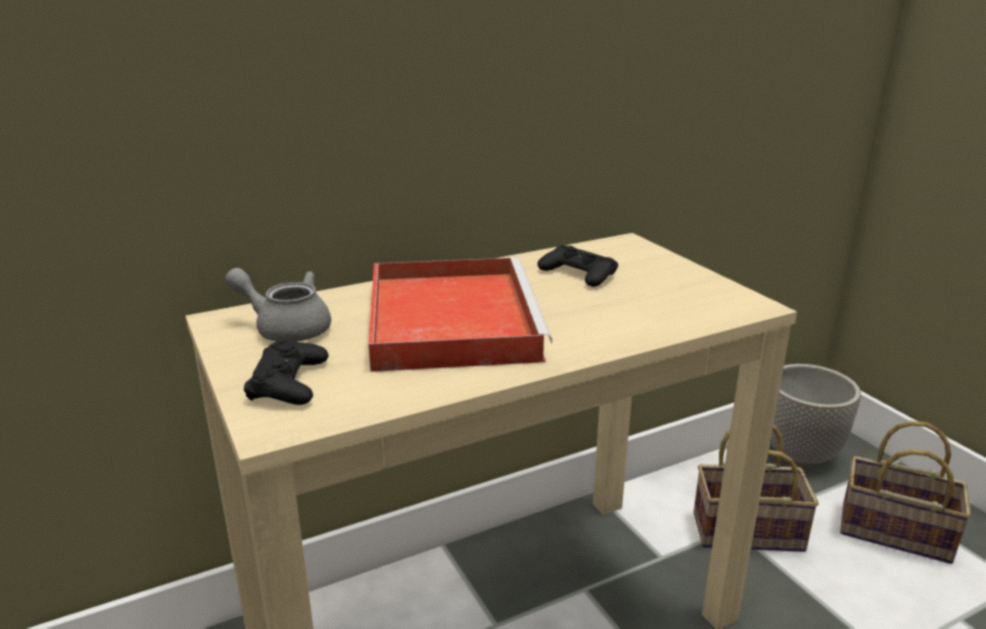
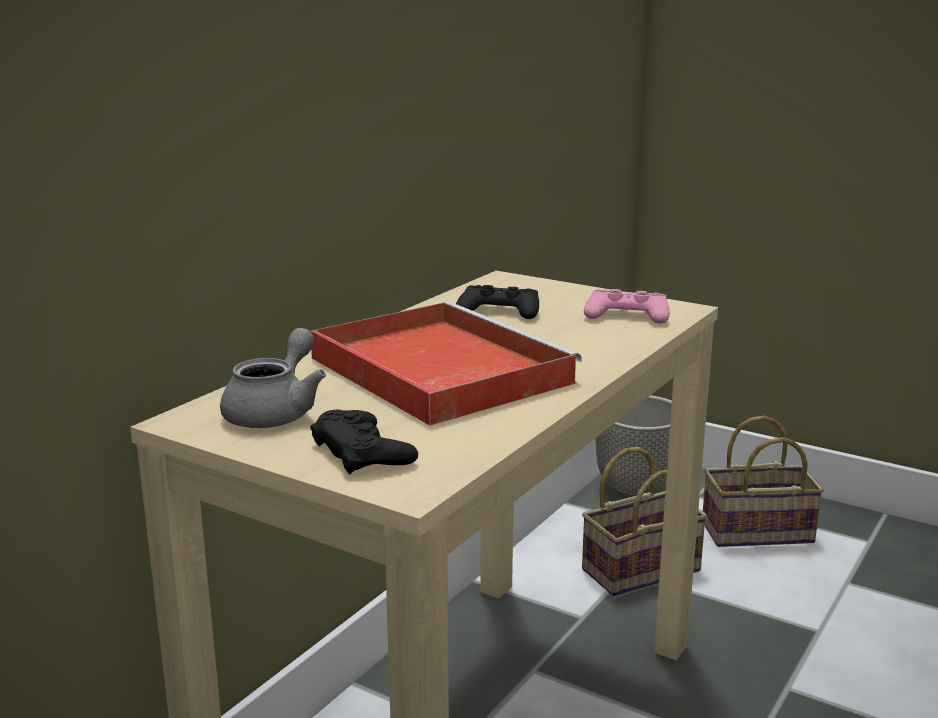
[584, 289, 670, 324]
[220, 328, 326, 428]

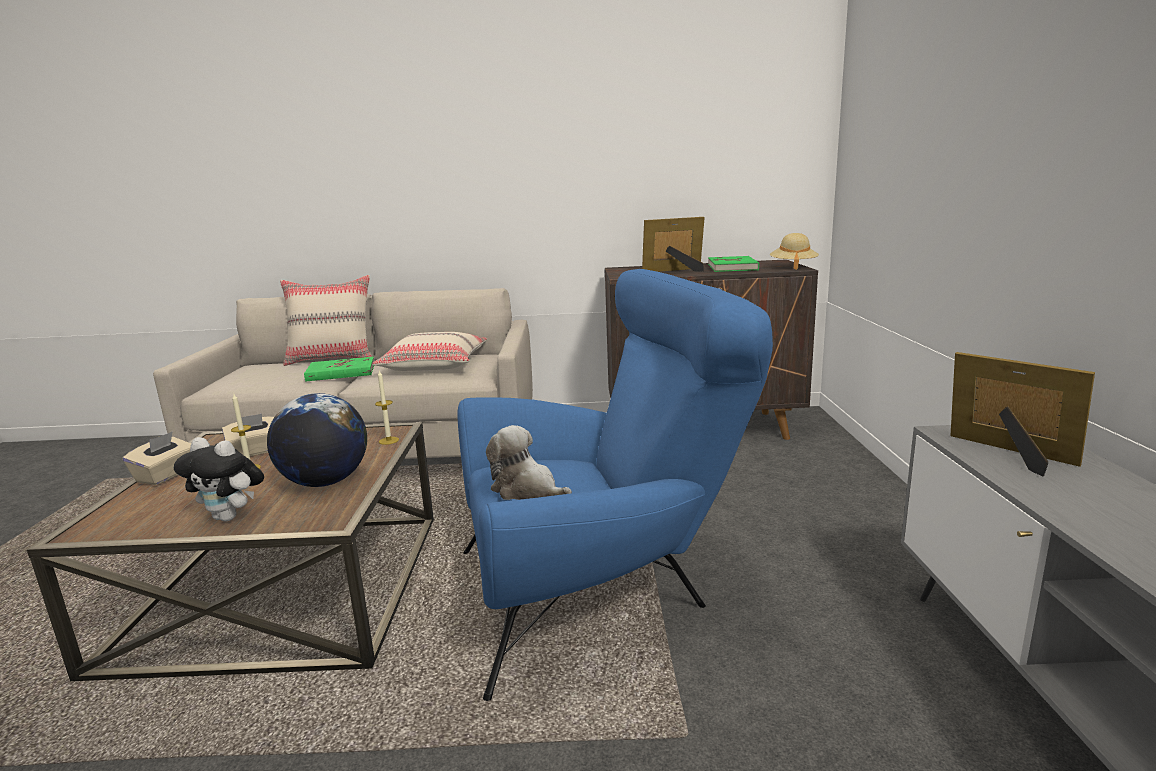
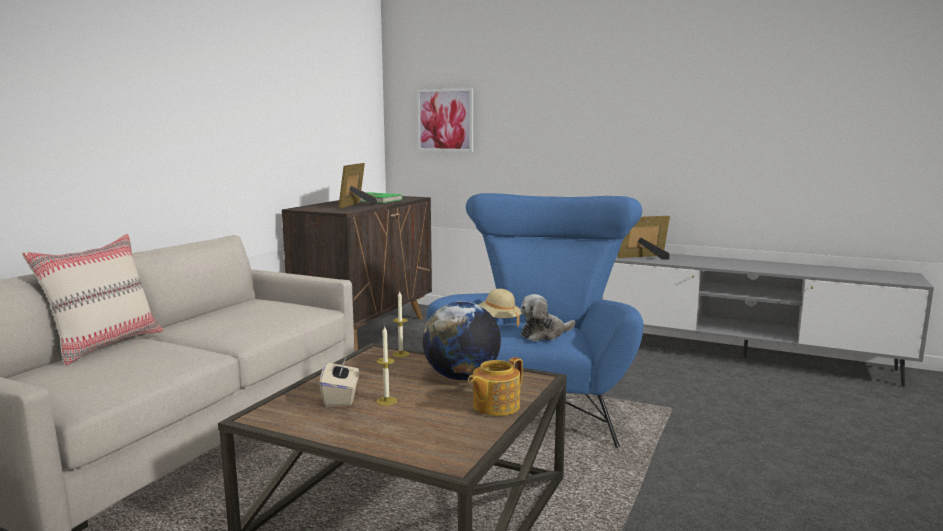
[123, 431, 191, 485] (first image)
[304, 357, 374, 382] (first image)
[372, 332, 487, 371] (first image)
[417, 88, 473, 152]
[478, 289, 522, 326]
[468, 357, 523, 416]

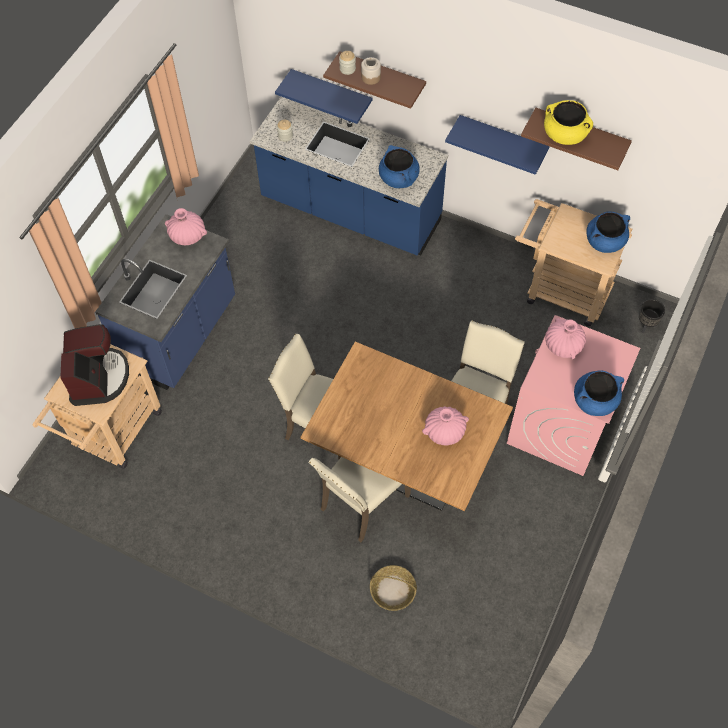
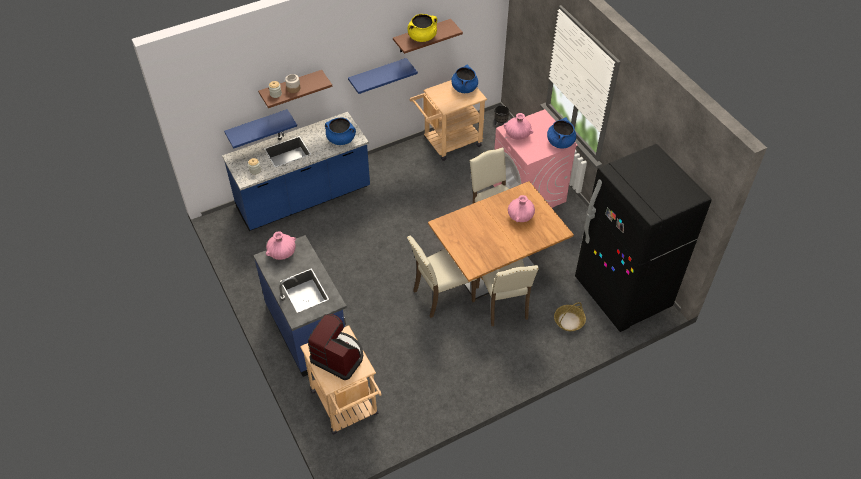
[575, 144, 711, 332]

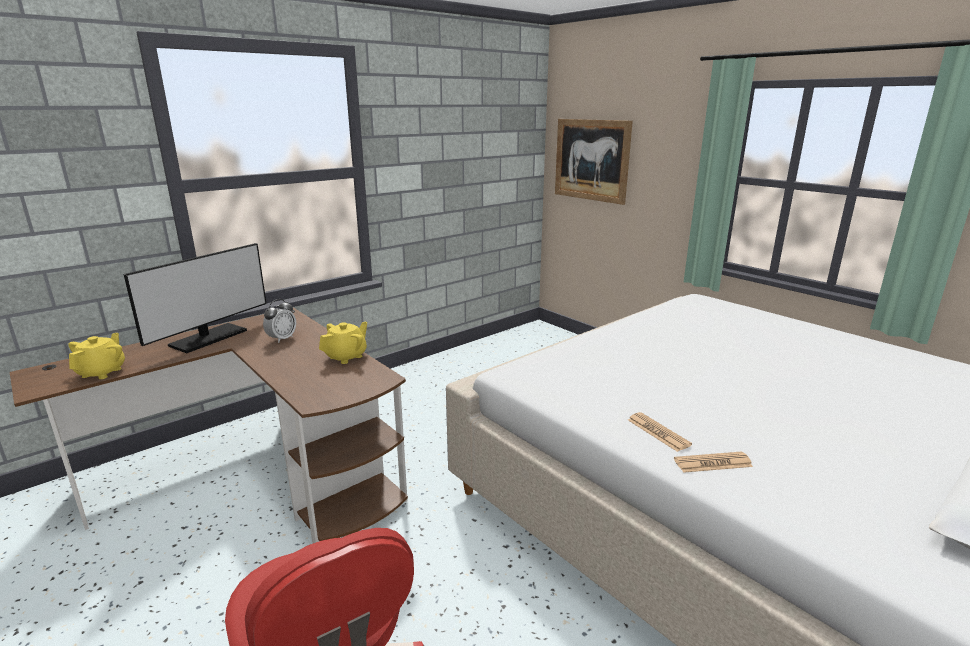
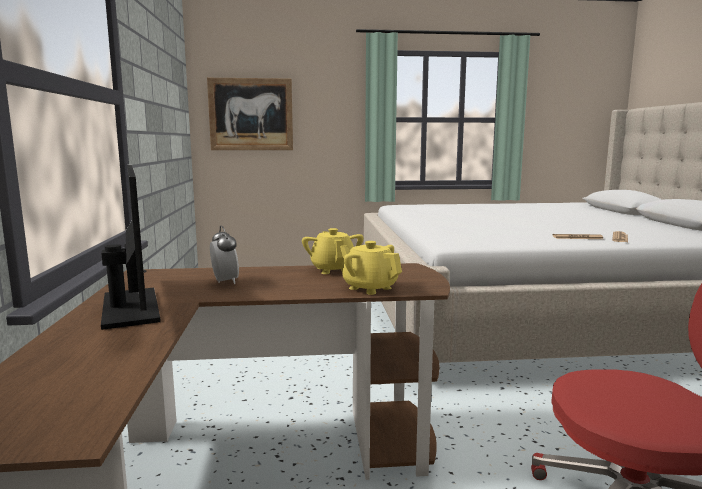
[340, 241, 402, 295]

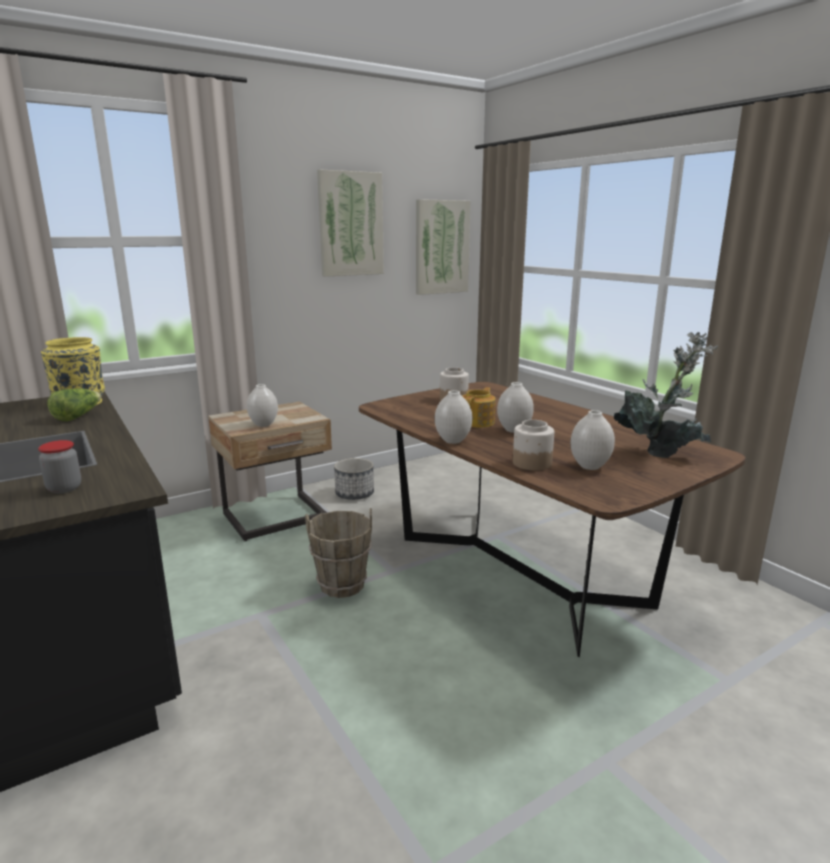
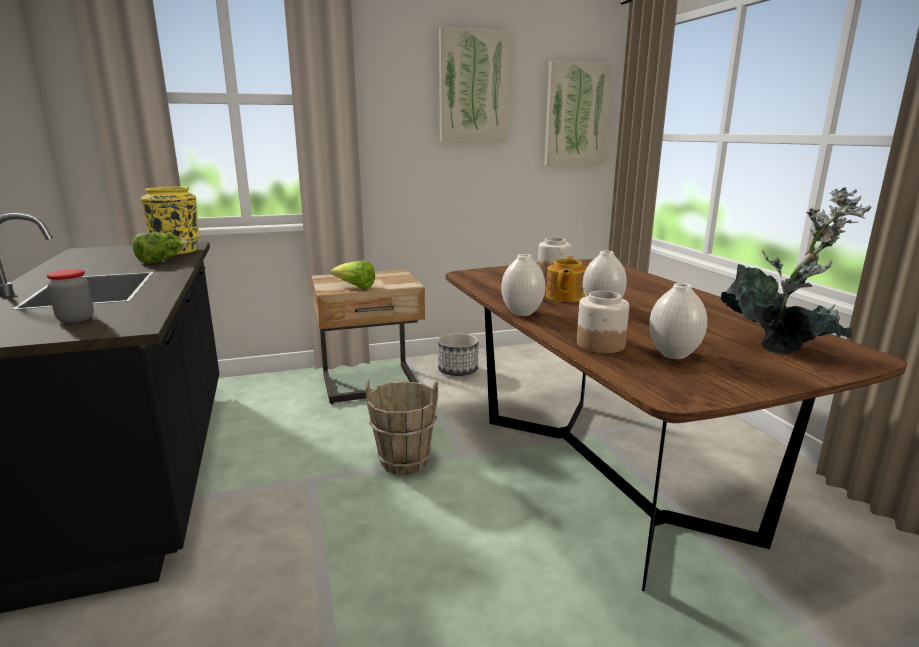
[331, 260, 375, 289]
[546, 256, 587, 302]

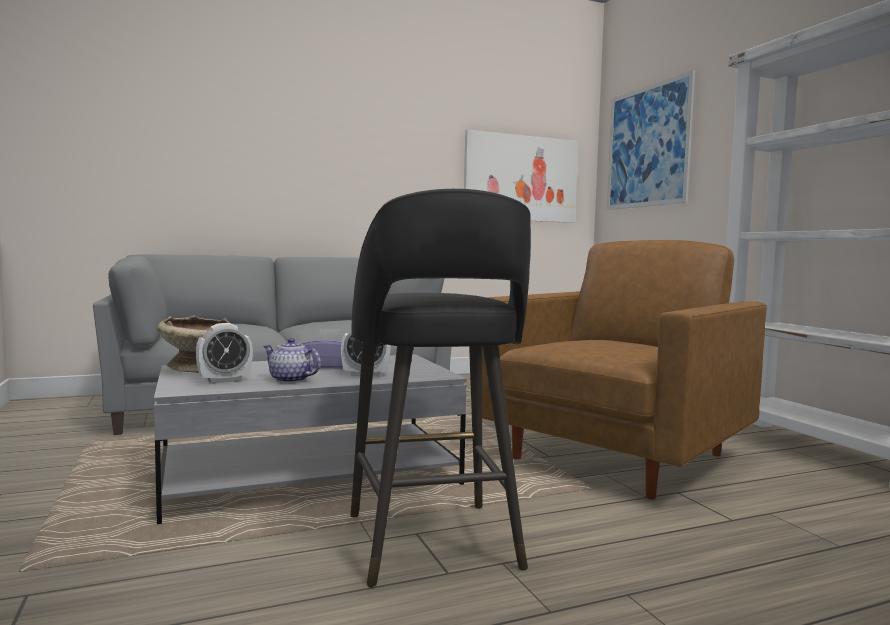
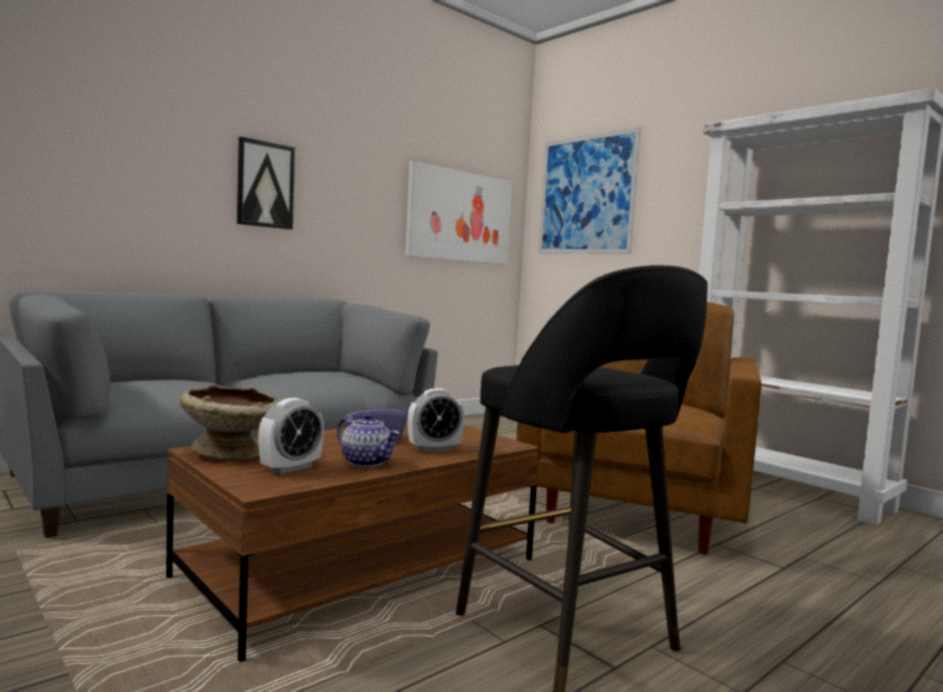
[237, 137, 295, 230]
[166, 420, 540, 662]
[337, 413, 400, 467]

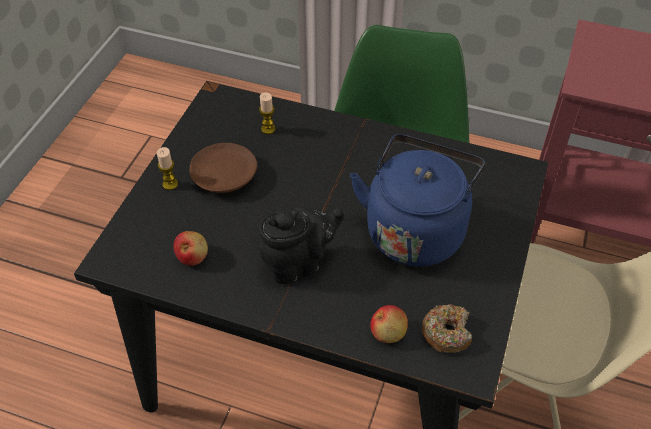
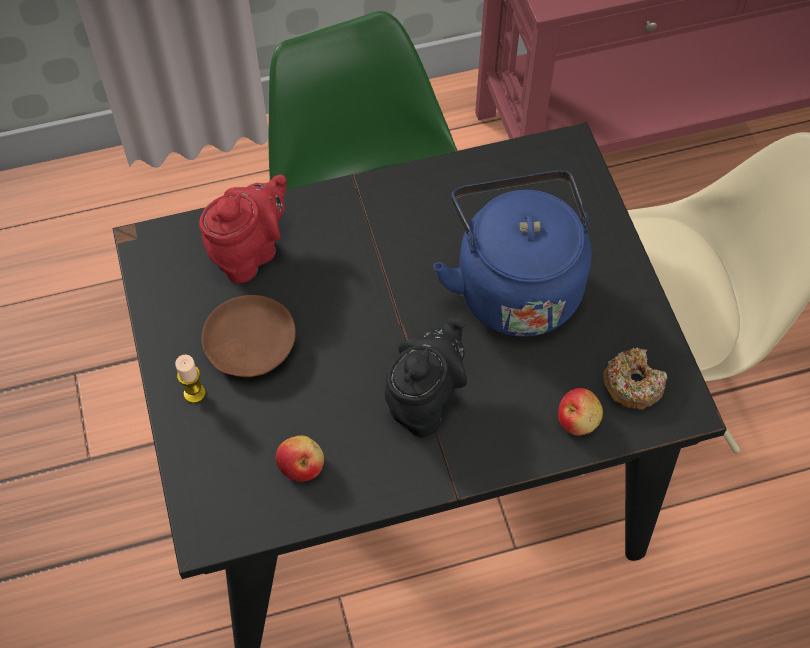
[199, 175, 287, 284]

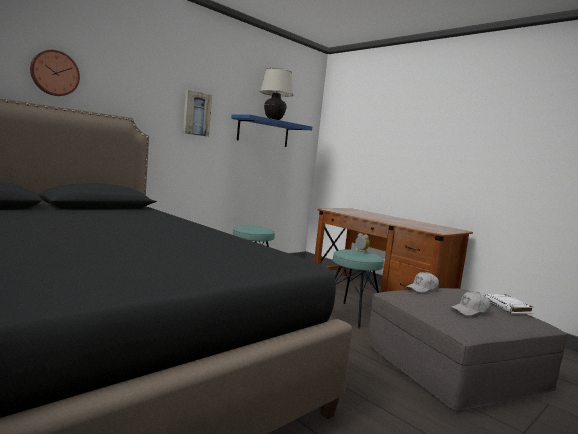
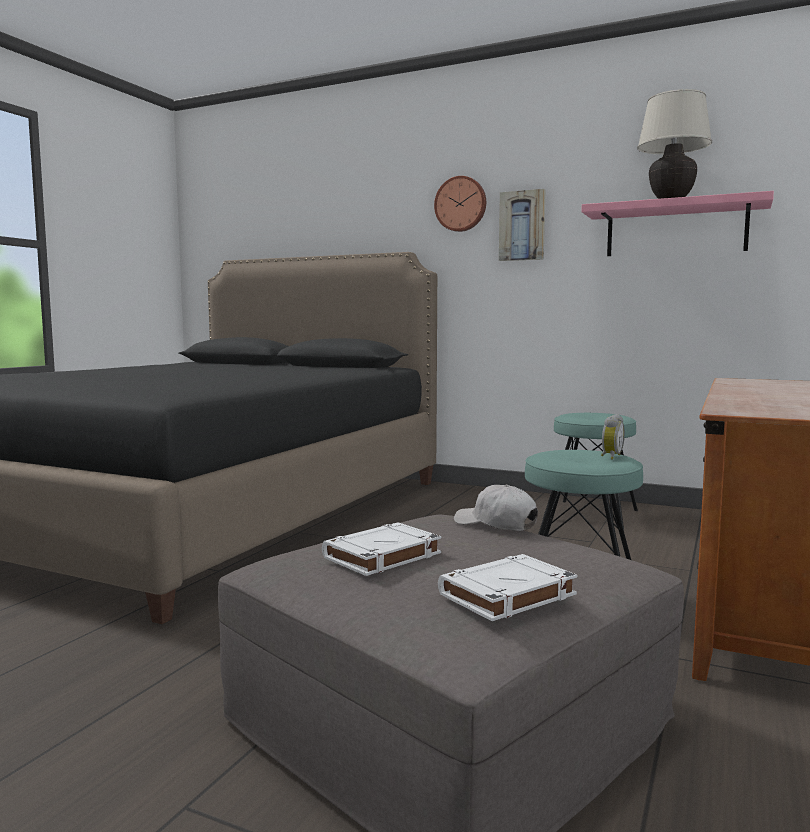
[434, 176, 486, 232]
[322, 523, 441, 576]
[581, 191, 774, 256]

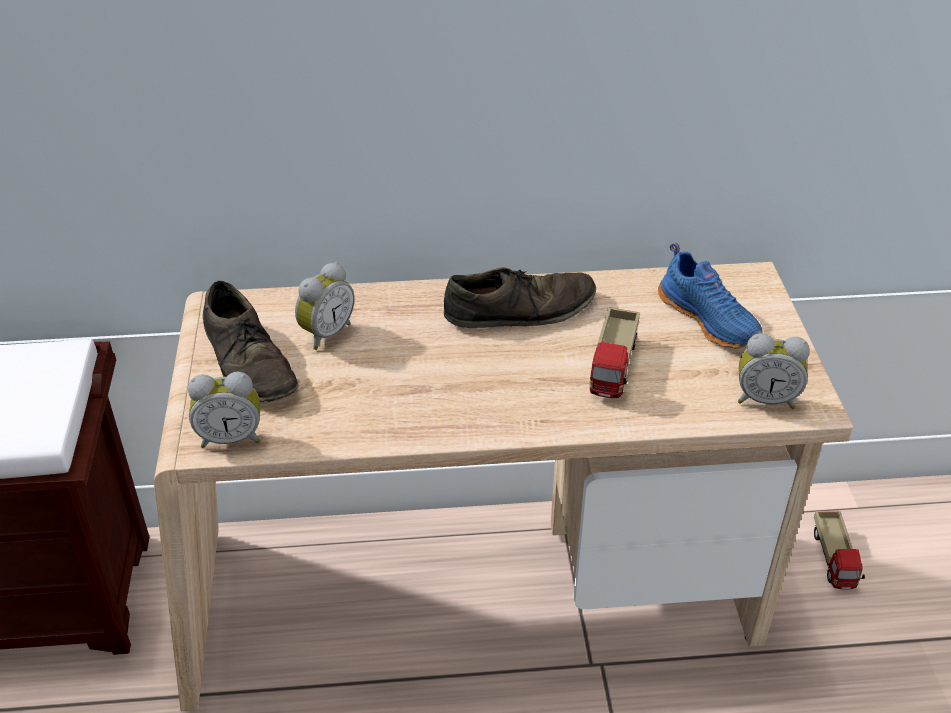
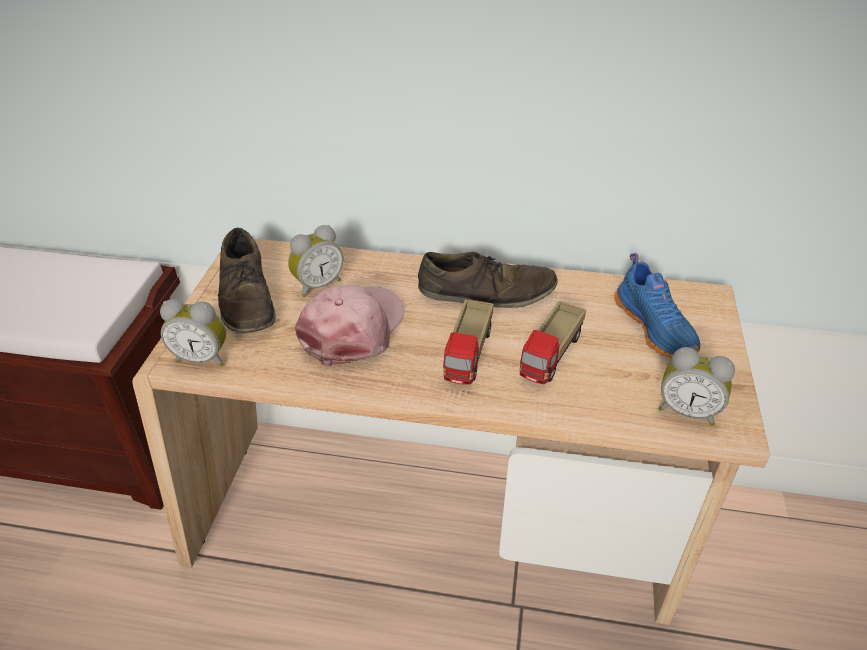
[295, 285, 404, 367]
[443, 299, 493, 385]

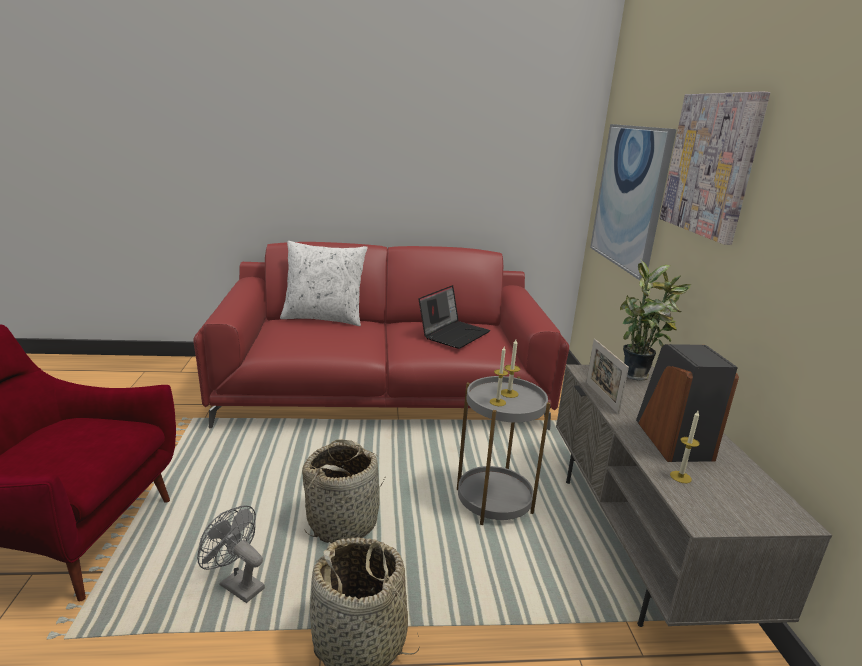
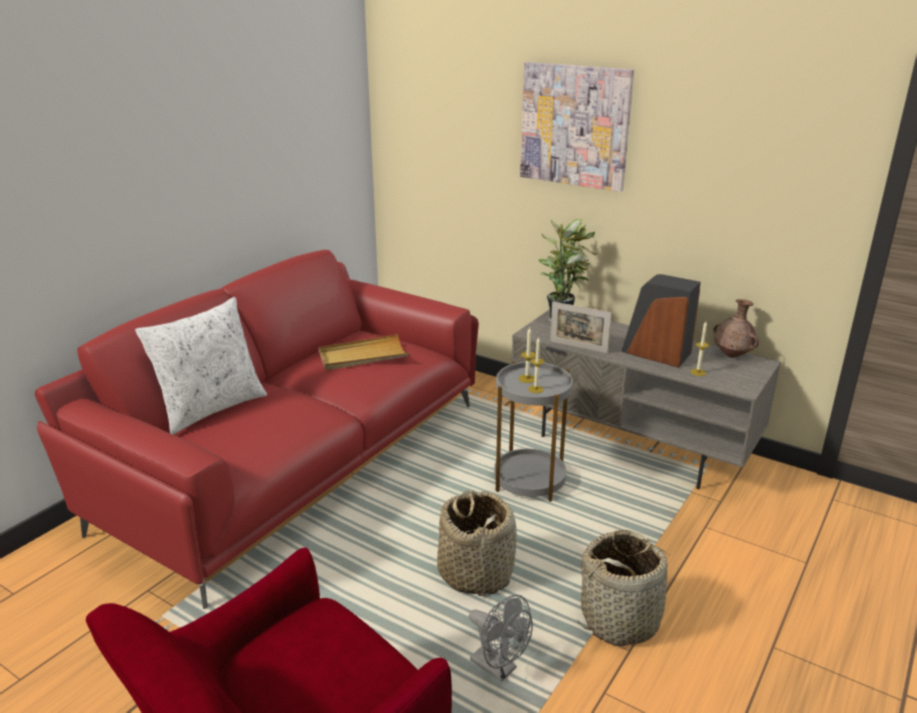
[590, 124, 677, 280] (first image)
[713, 299, 759, 358]
[318, 334, 409, 370]
[469, 594, 533, 682]

